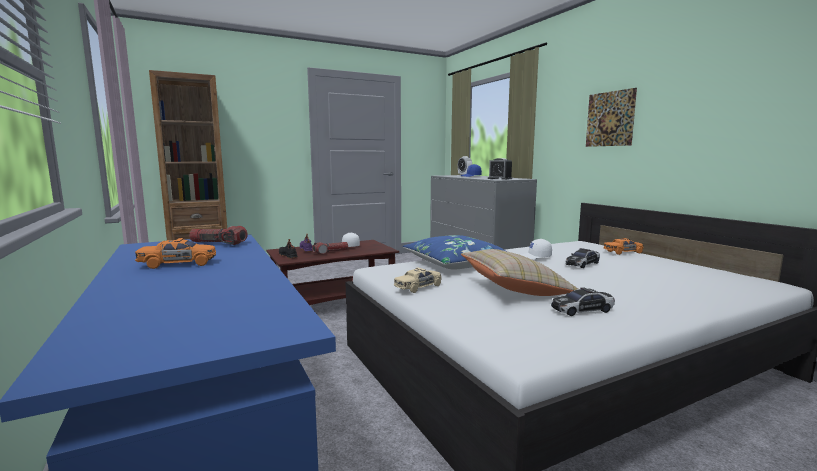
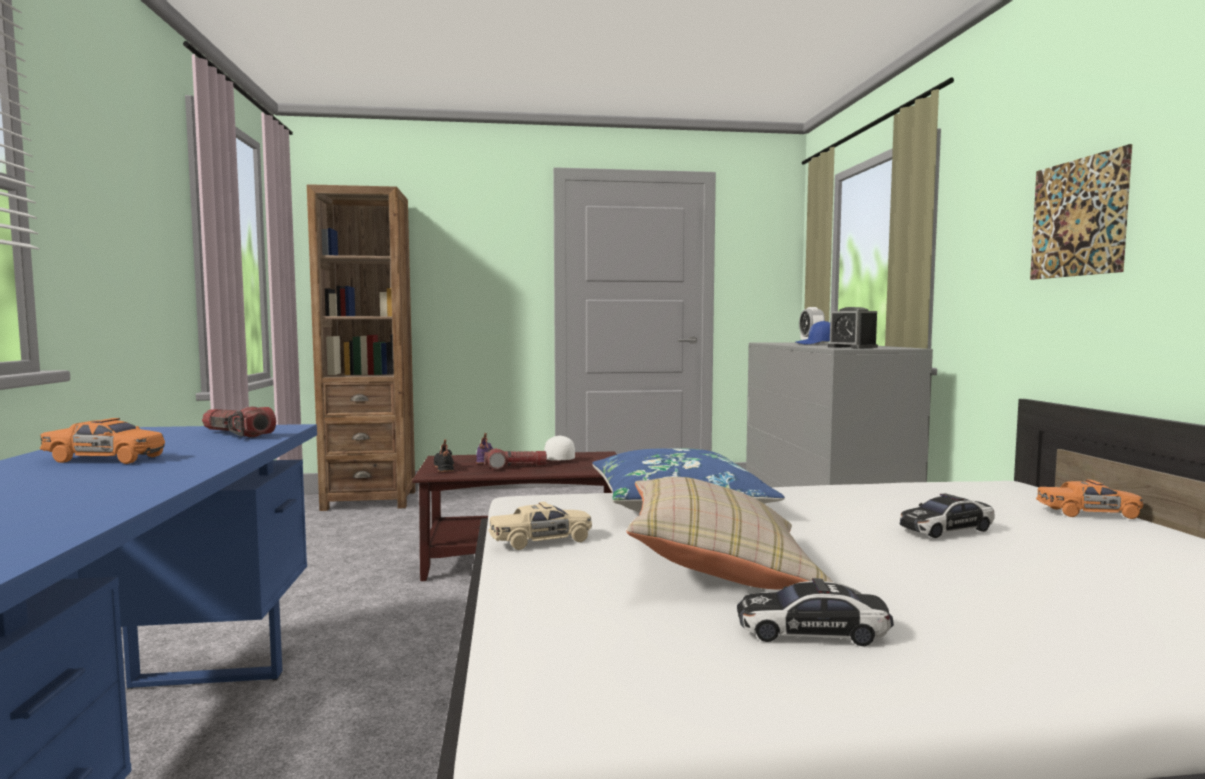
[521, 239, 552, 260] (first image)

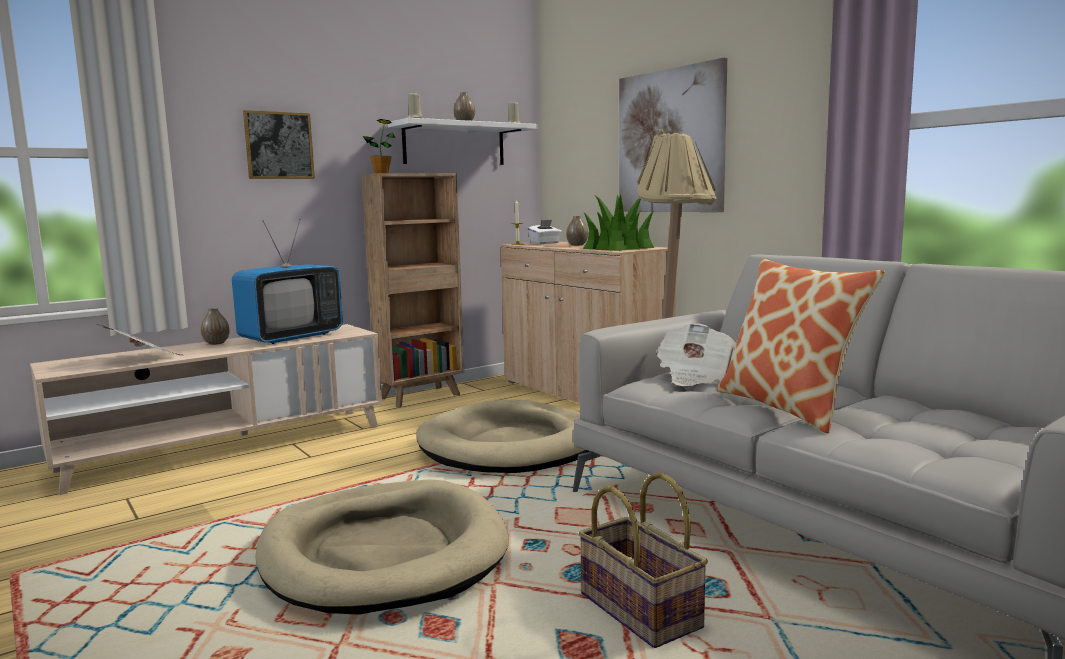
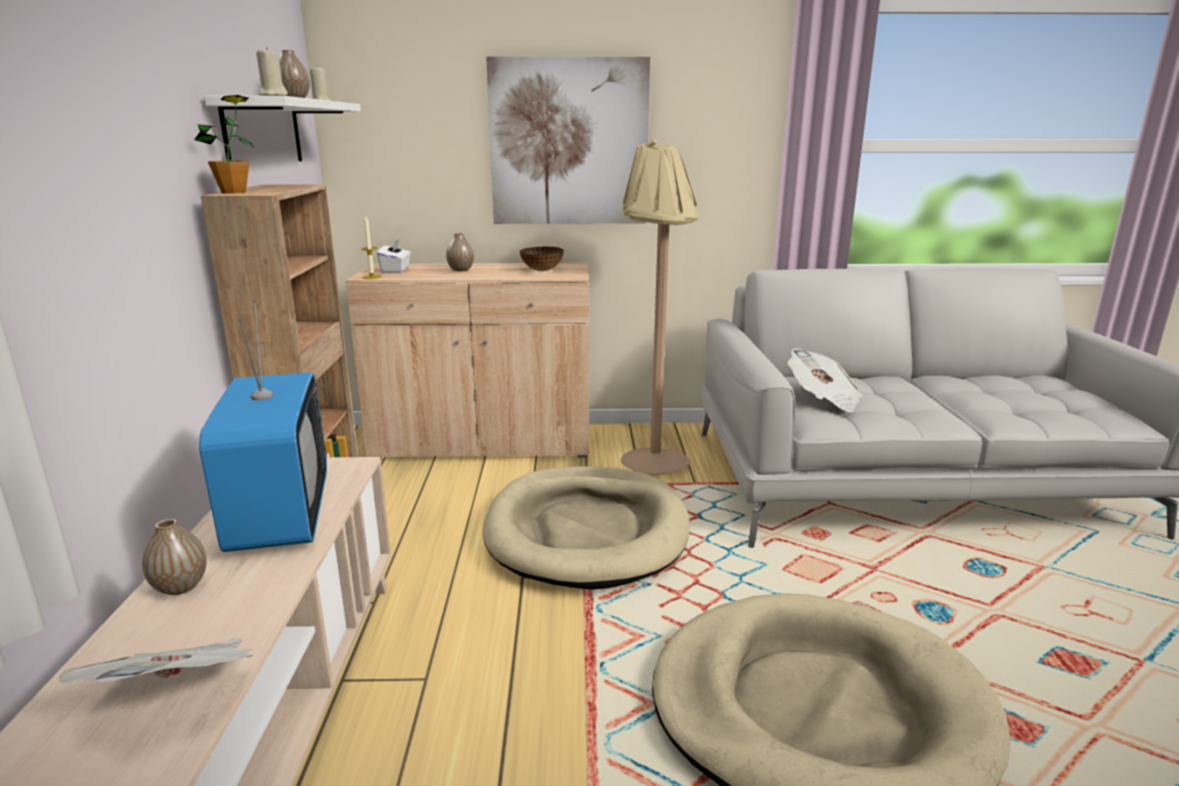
[243, 110, 315, 179] (first image)
[578, 472, 708, 648] (first image)
[717, 258, 885, 434] (first image)
[520, 247, 564, 271]

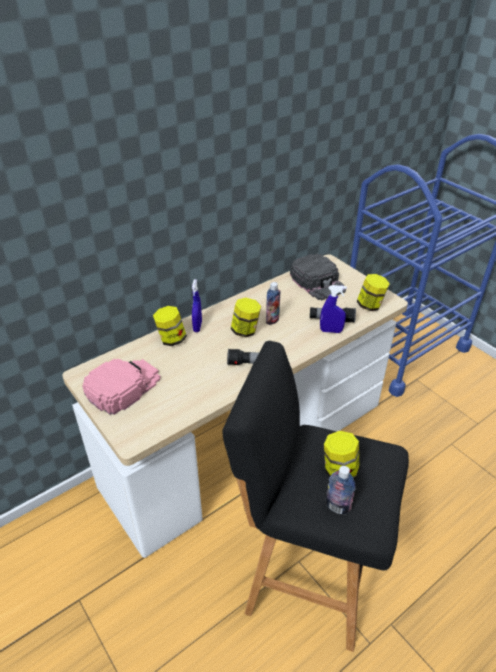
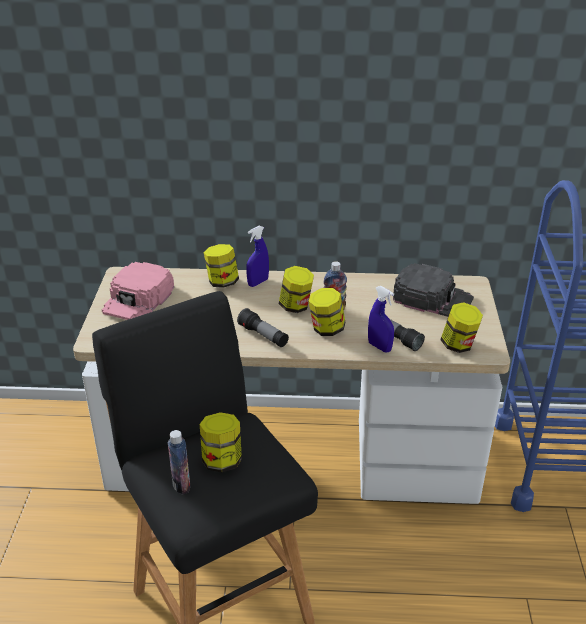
[308, 288, 345, 336]
[102, 262, 174, 320]
[393, 263, 474, 317]

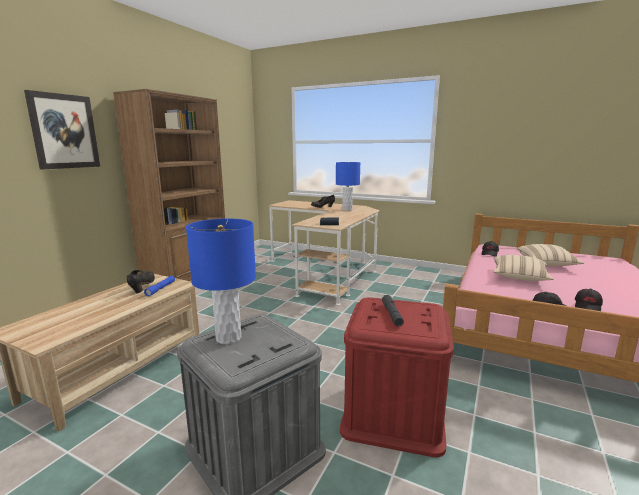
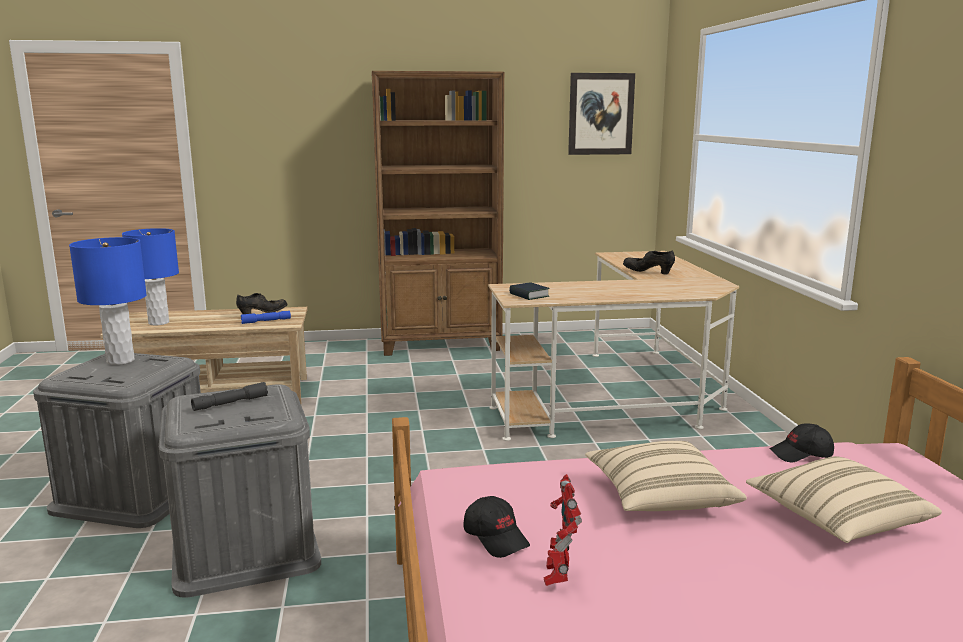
[568, 73, 635, 155]
[122, 228, 179, 325]
[543, 474, 582, 586]
[159, 384, 321, 598]

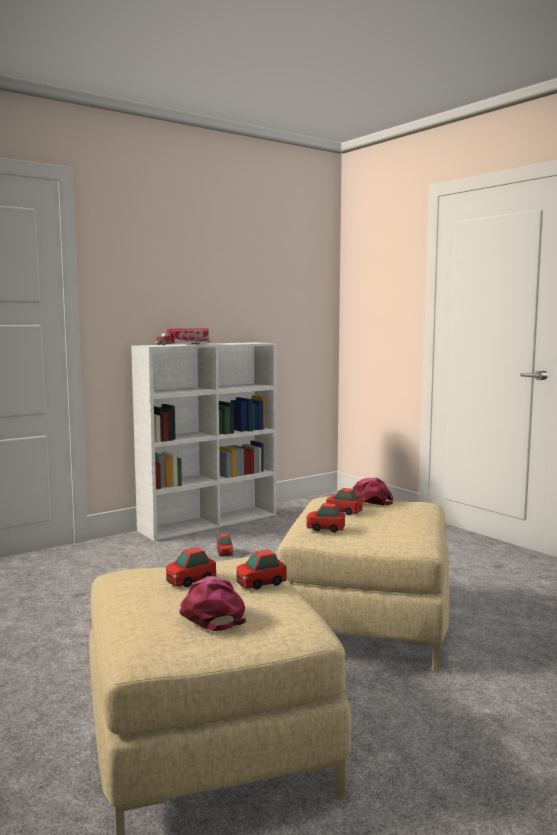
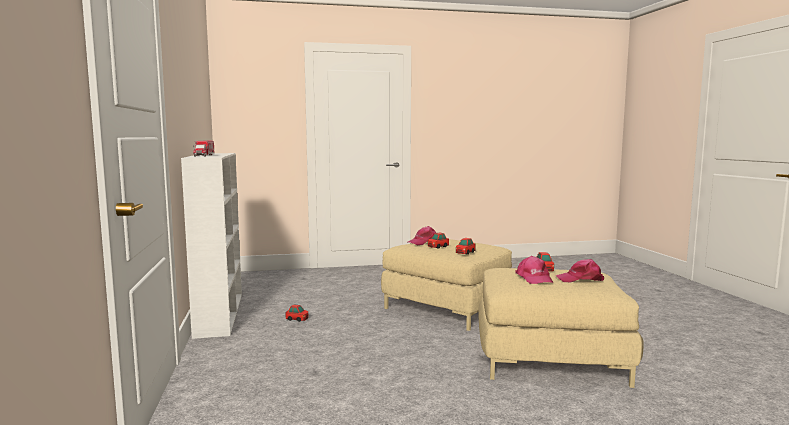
[515, 256, 553, 284]

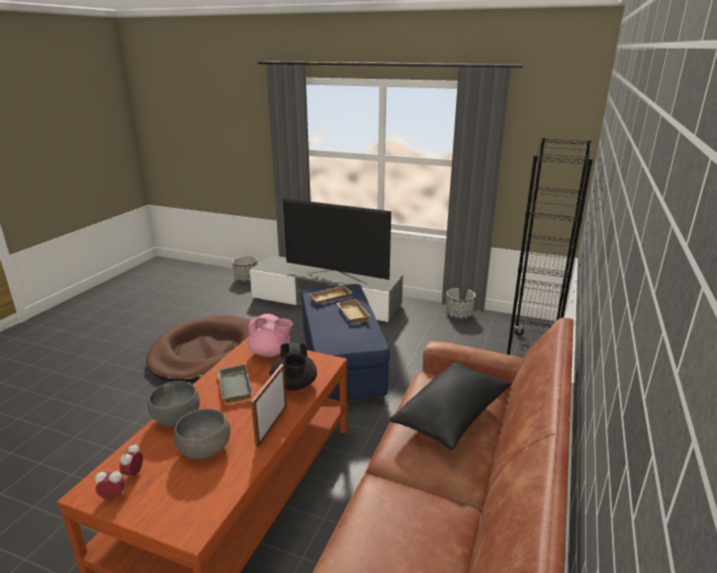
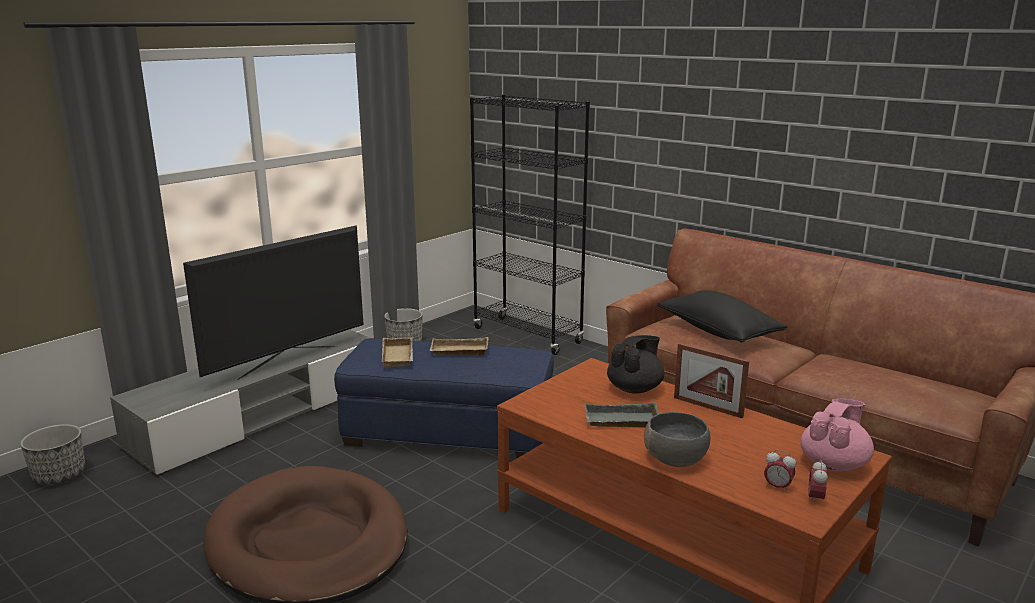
[174, 409, 231, 459] (first image)
[800, 399, 874, 472]
[607, 335, 664, 394]

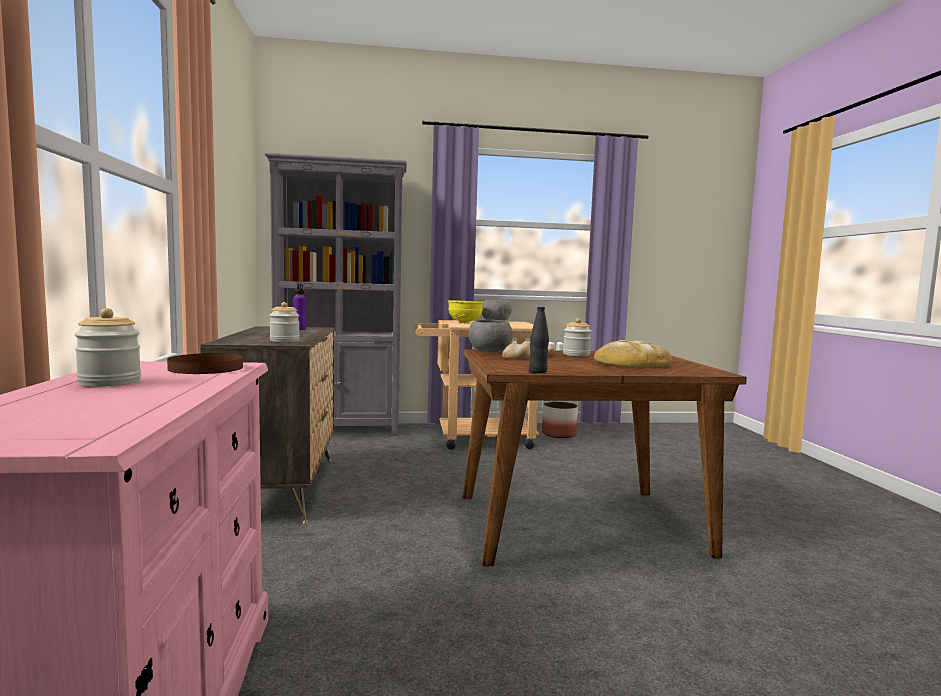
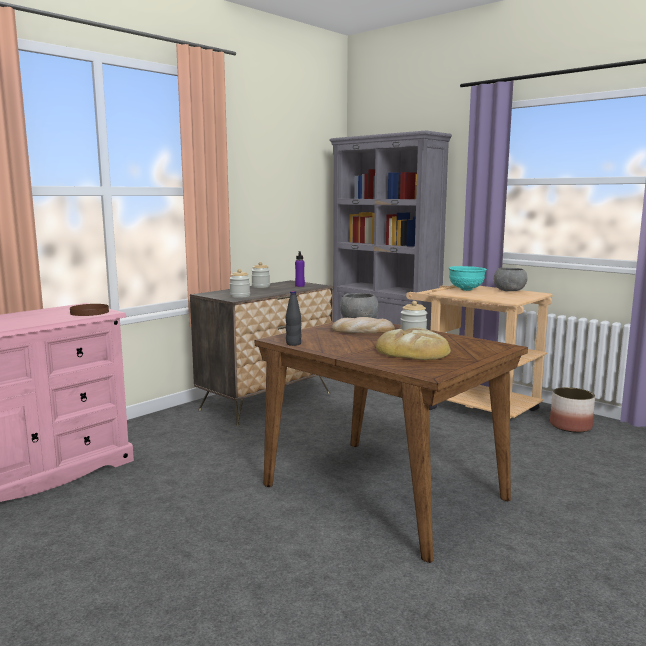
[251, 262, 270, 288]
[449, 266, 487, 291]

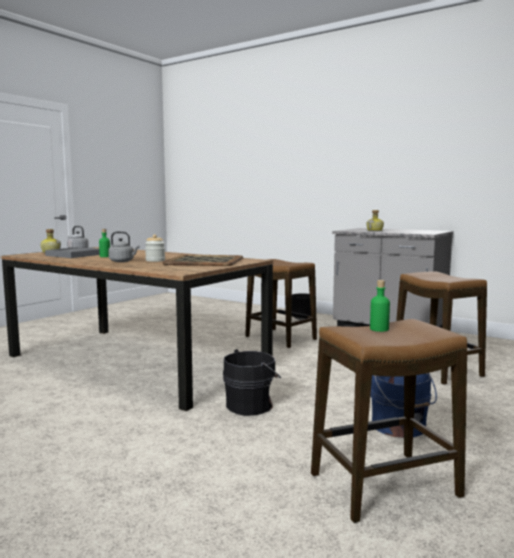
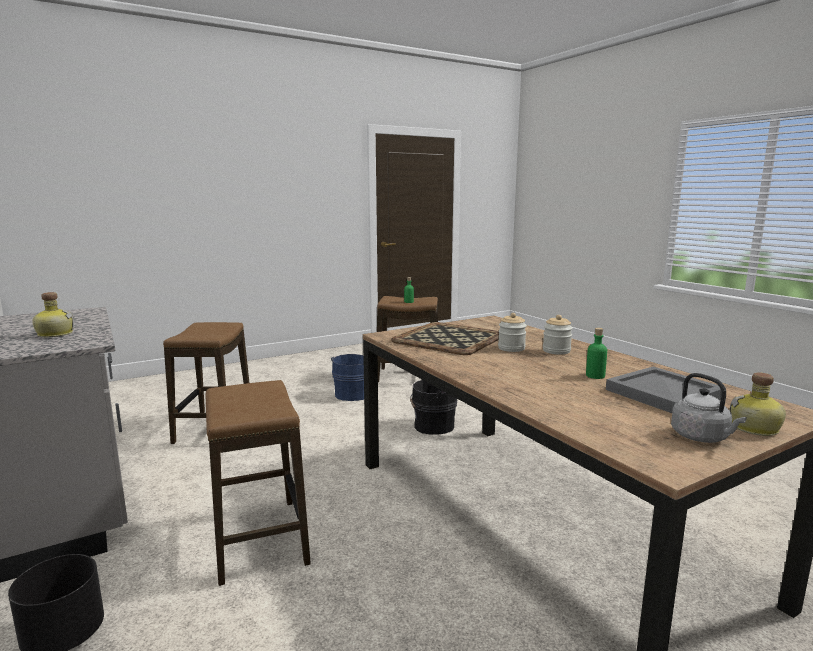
[543, 315, 573, 355]

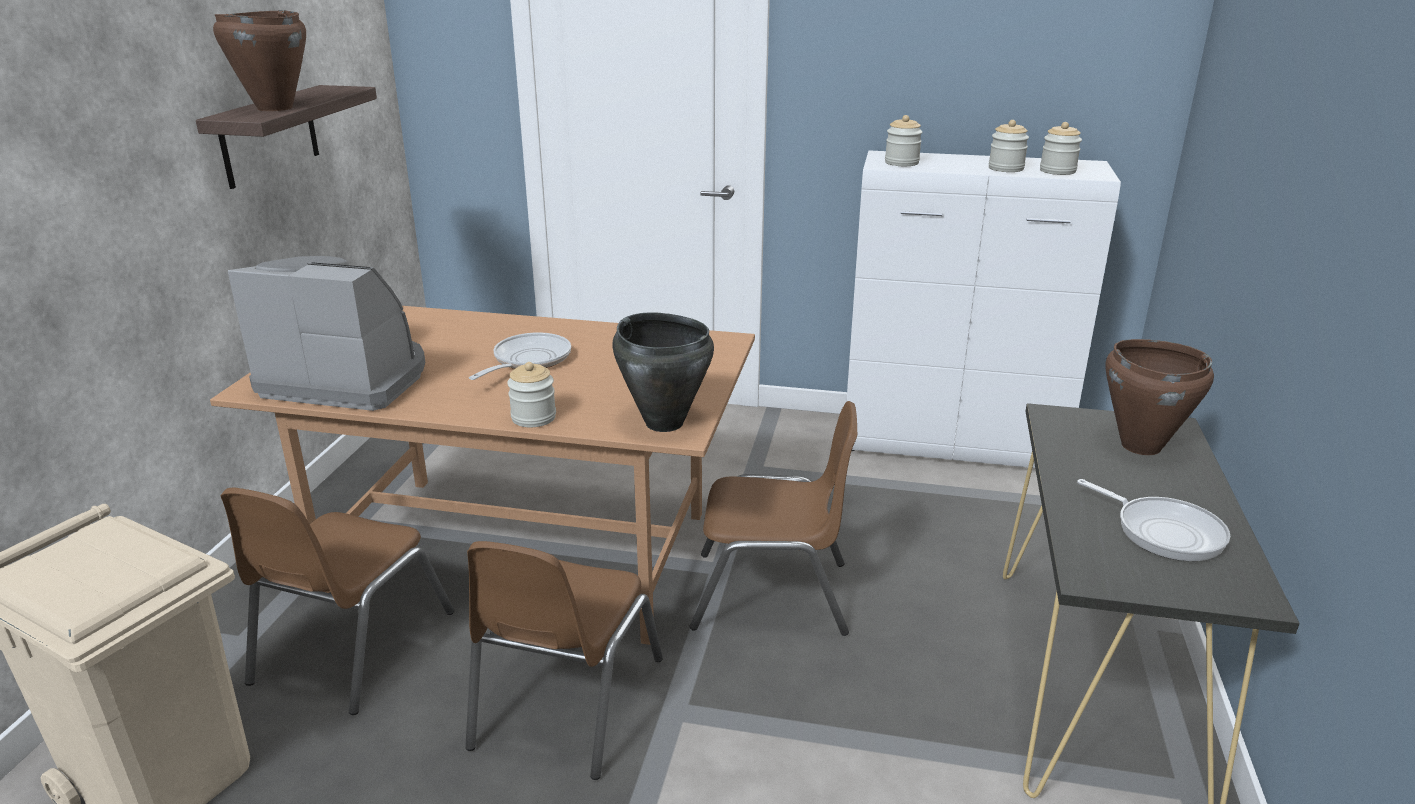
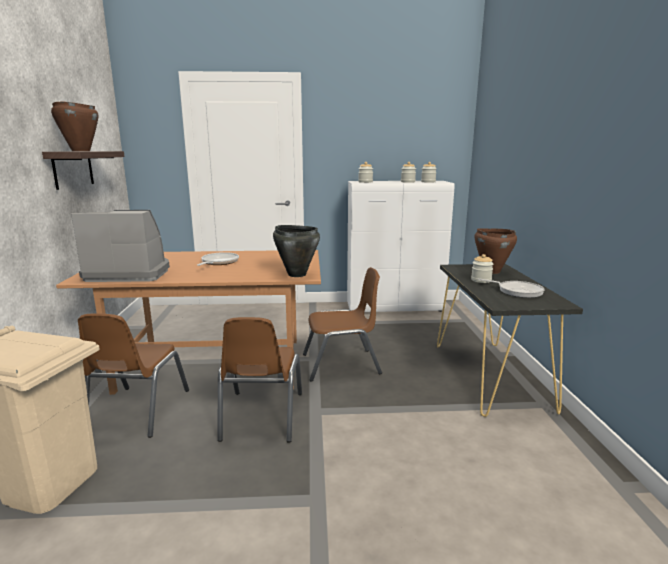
[471, 254, 493, 283]

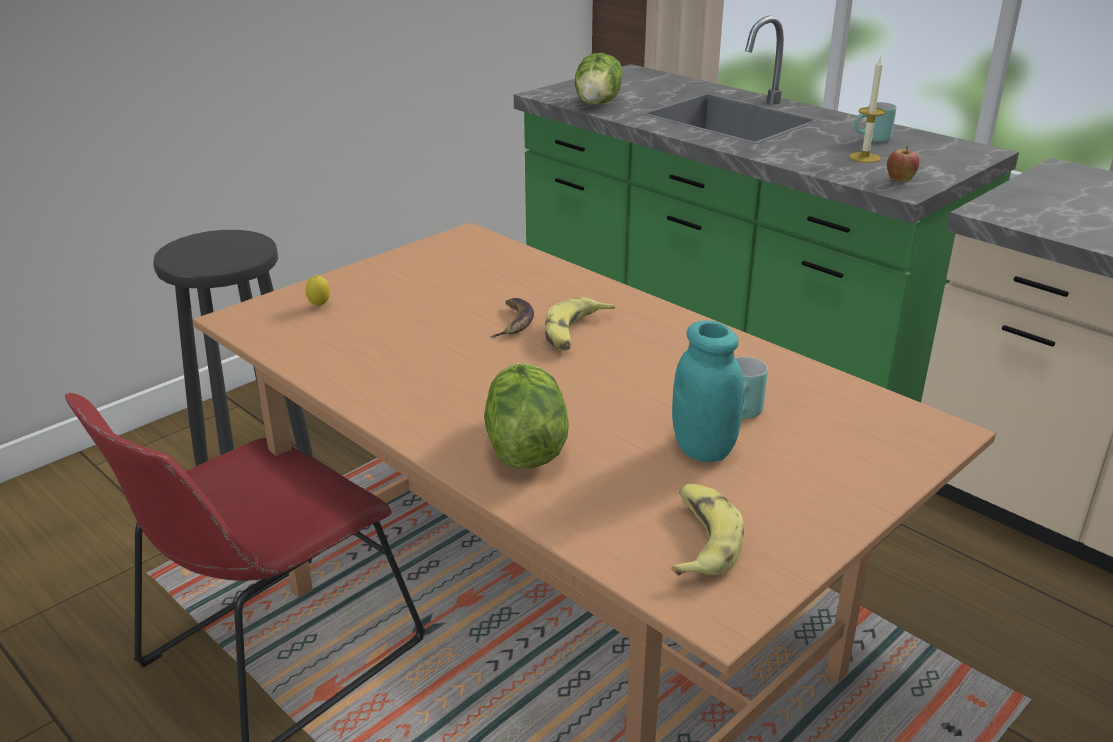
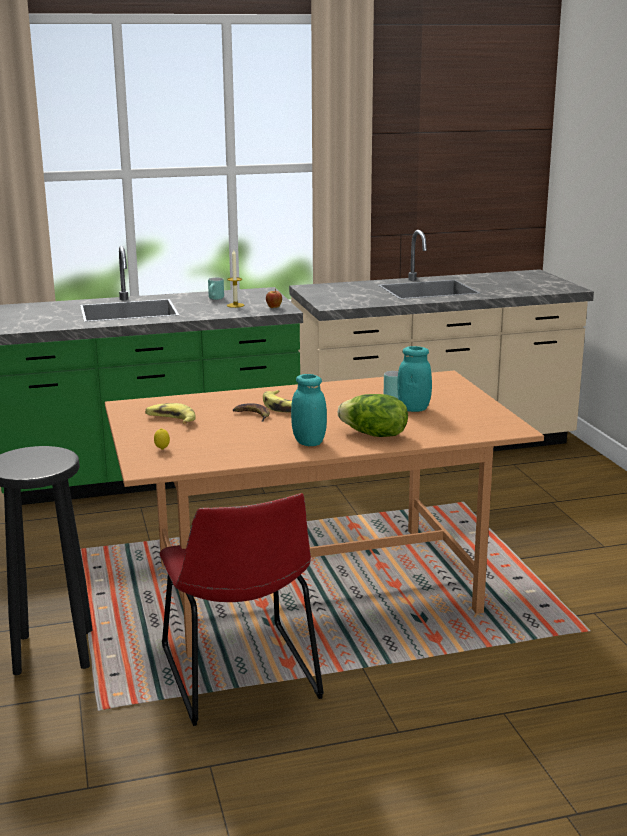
[575, 53, 622, 105] (first image)
[291, 374, 327, 446]
[145, 403, 196, 424]

